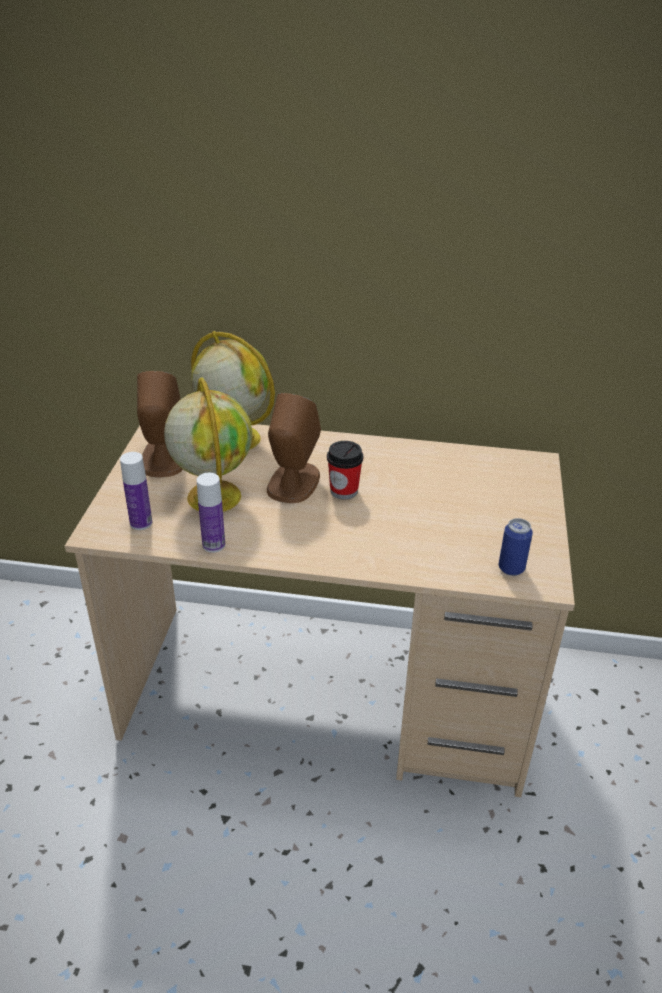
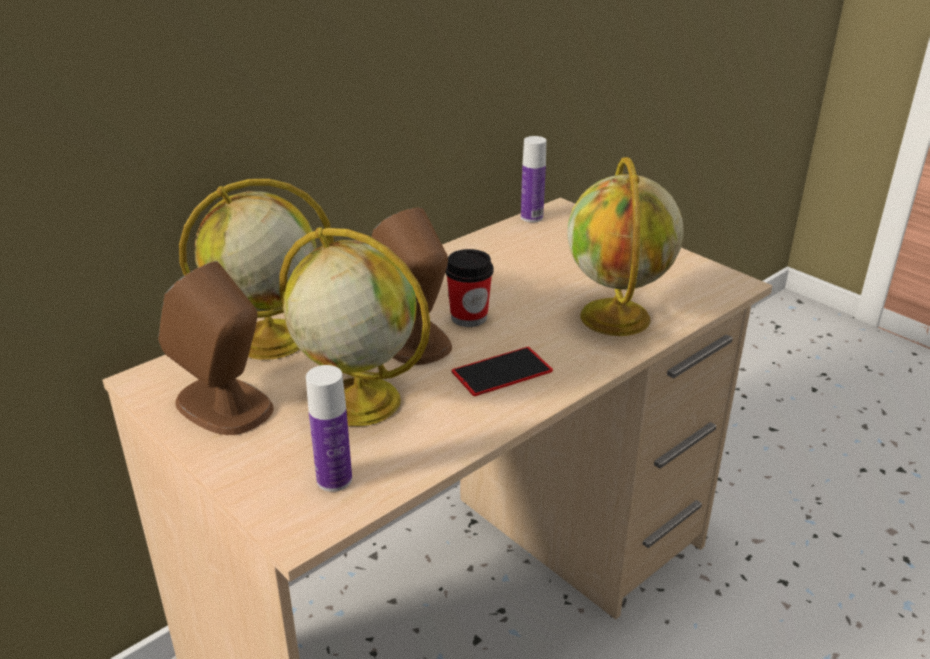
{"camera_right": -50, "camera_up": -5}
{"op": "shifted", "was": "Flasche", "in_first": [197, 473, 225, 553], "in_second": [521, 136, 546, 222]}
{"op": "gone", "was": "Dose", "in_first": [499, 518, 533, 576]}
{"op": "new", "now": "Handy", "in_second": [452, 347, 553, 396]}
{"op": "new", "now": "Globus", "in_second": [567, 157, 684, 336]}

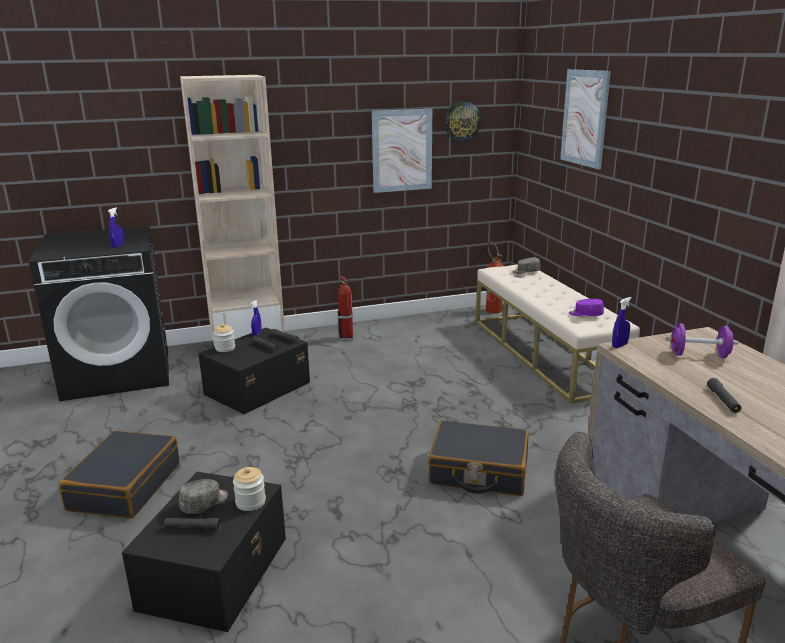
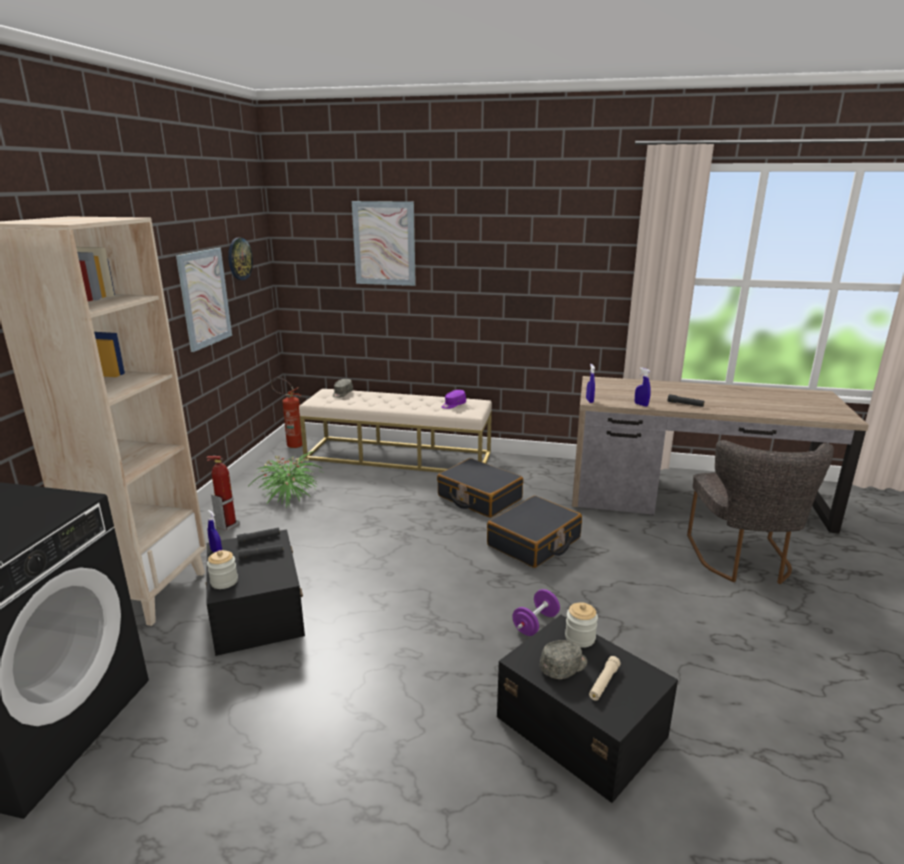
{"camera_right": -60, "camera_up": 0}
{"op": "shifted", "was": "Koffer (schwarz)", "in_first": [59, 431, 179, 519], "in_second": [437, 458, 523, 518]}
{"op": "shifted", "was": "Sprühflasche (blau)", "in_first": [108, 207, 124, 248], "in_second": [635, 367, 651, 407]}
{"op": "repainted", "was": "Taschenlampe (schwarz)", "now": "Taschenlampe (beige)", "in_first": [164, 518, 221, 531], "in_second": [589, 656, 621, 701]}
{"op": "rotated", "was": "Kappe (grau)", "in_first": [179, 479, 228, 514], "in_second": [540, 640, 587, 679], "clockwise": 75}
{"op": "shifted", "was": "Hantel (lila)", "in_first": [666, 323, 739, 358], "in_second": [512, 589, 560, 636]}
{"op": "new", "now": "Topfpflanze", "in_second": [253, 451, 323, 508]}

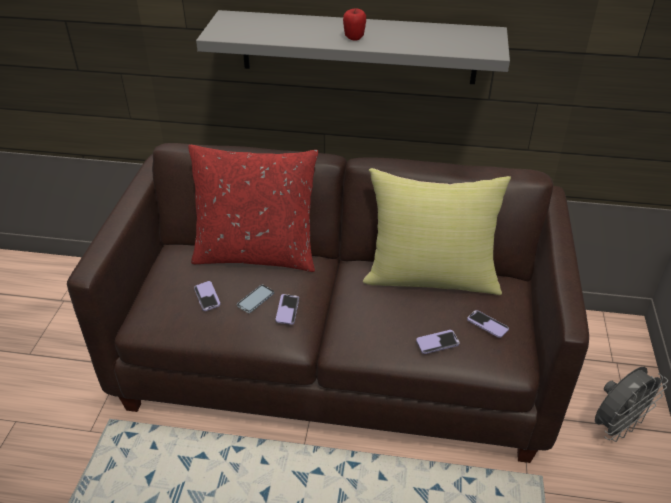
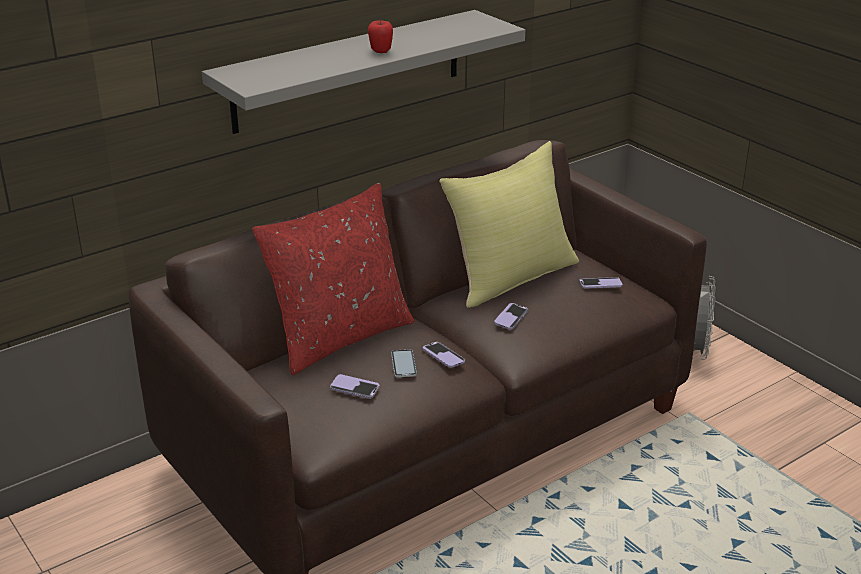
{"camera_right": -45, "camera_up": -10}
{"op": "shifted", "was": "Handy", "in_first": [416, 330, 460, 354], "in_second": [494, 303, 528, 330]}

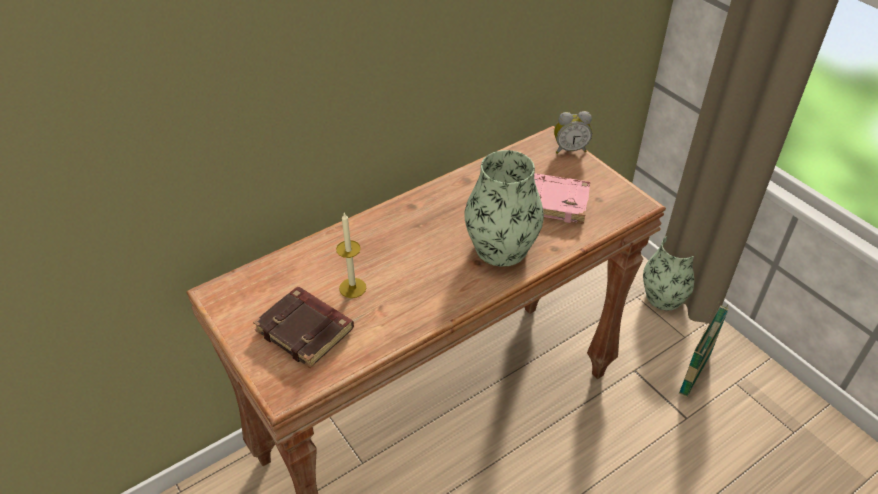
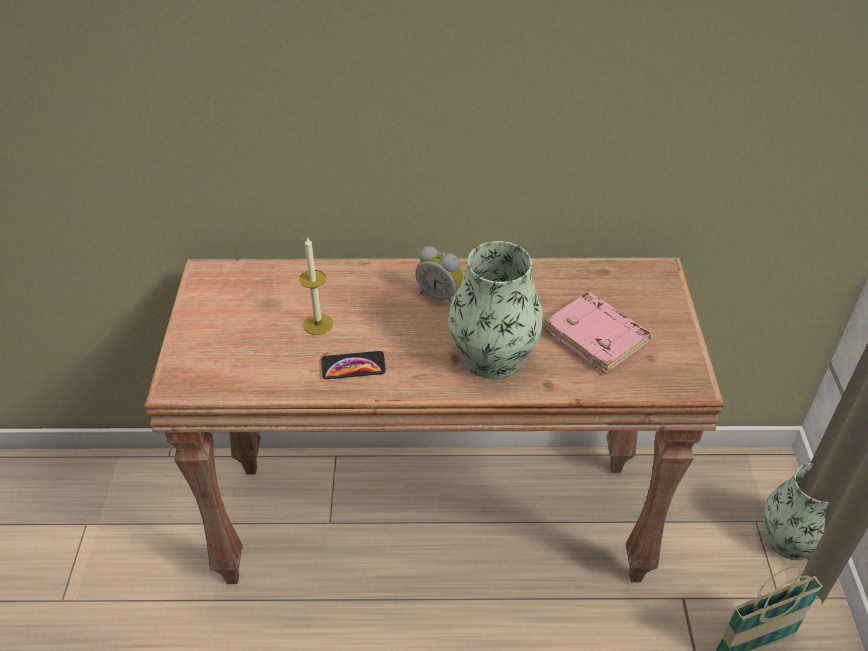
{"camera_right": 35, "camera_up": 0}
{"op": "gone", "was": "Buch (braun)", "in_first": [253, 287, 354, 368]}
{"op": "shifted", "was": "Wecker", "in_first": [554, 111, 592, 154], "in_second": [415, 246, 464, 303]}
{"op": "new", "now": "Handy", "in_second": [321, 351, 386, 379]}

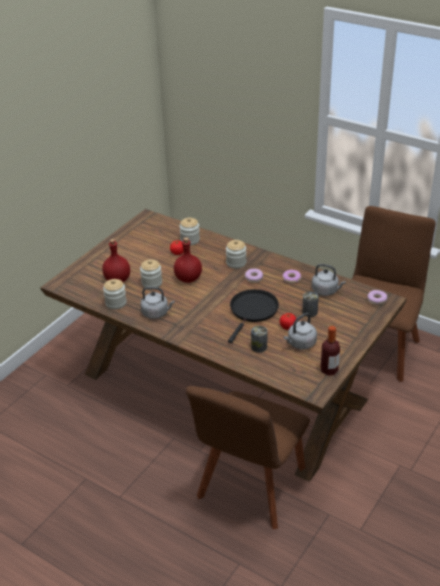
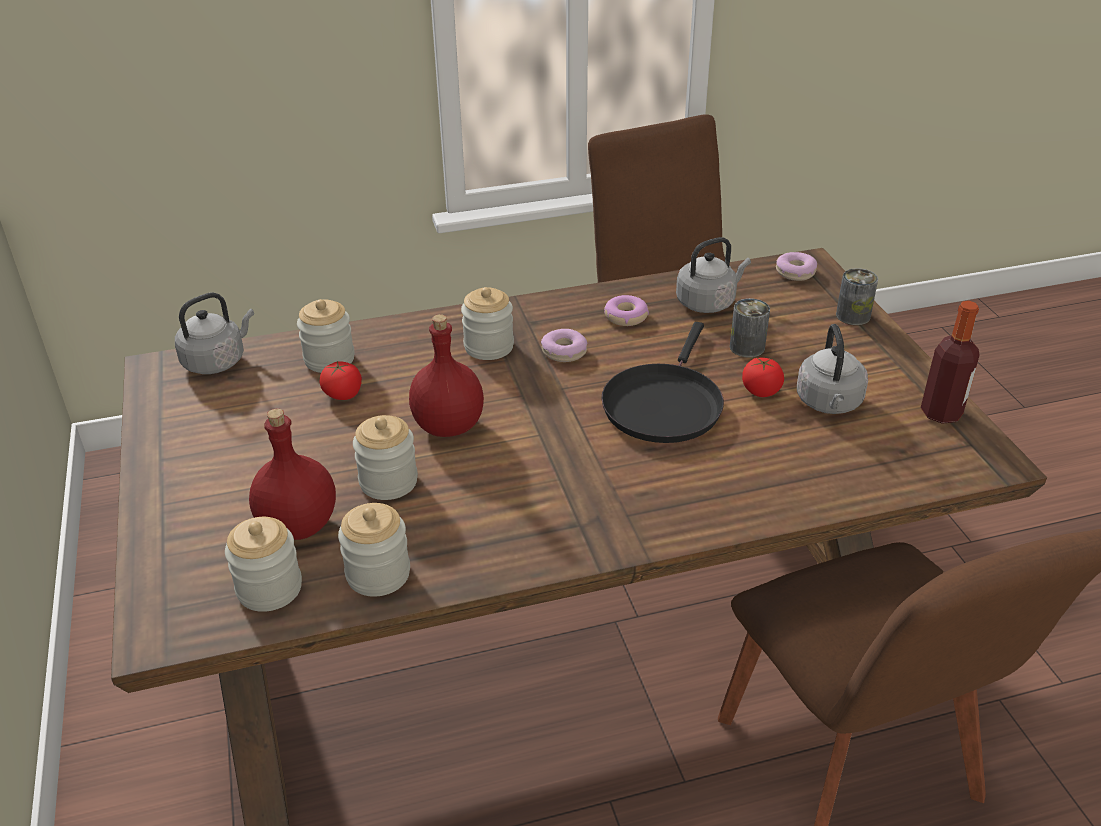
{"camera_right": -50, "camera_up": 0}
{"op": "shifted", "was": "Wasserkessel (grau)", "in_first": [141, 287, 175, 319], "in_second": [175, 293, 254, 374]}
{"op": "rotated", "was": "Pfanne (schwarz)", "in_first": [228, 289, 279, 343], "in_second": [601, 322, 724, 443], "clockwise": -135}
{"op": "shifted", "was": "Dose", "in_first": [251, 326, 267, 353], "in_second": [836, 268, 878, 325]}
{"op": "new", "now": "Vorratsglas", "in_second": [225, 517, 302, 612]}

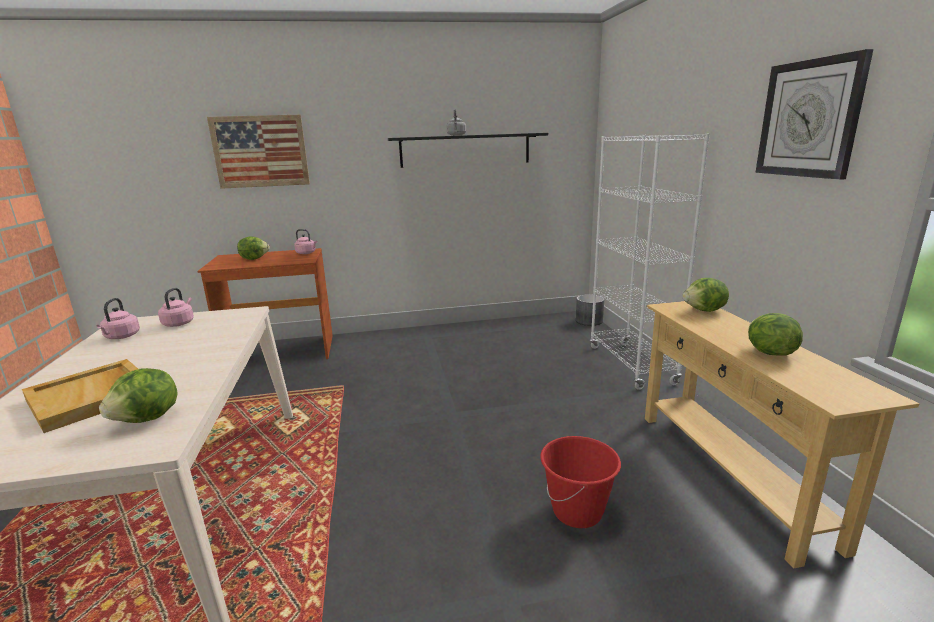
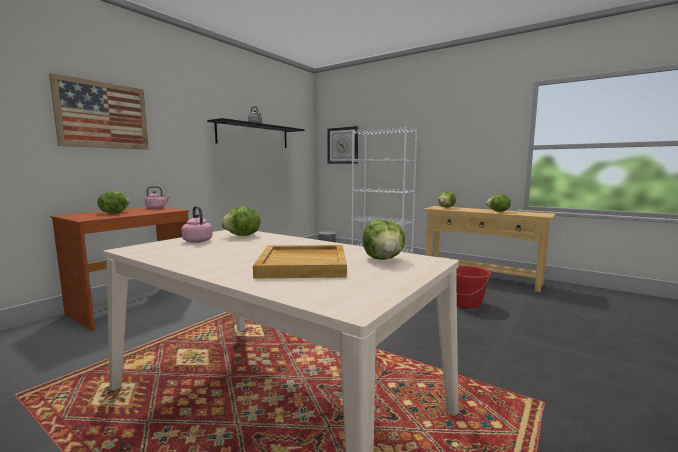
{"camera_right": -45, "camera_up": -10}
{"op": "gone", "was": "Wasserkessel (rosa)", "in_first": [96, 298, 140, 339]}
{"op": "shifted", "was": "Wanduhr", "in_first": [755, 49, 873, 180], "in_second": [327, 126, 358, 164]}
{"op": "new", "now": "Salatkopf", "in_second": [220, 206, 260, 236]}

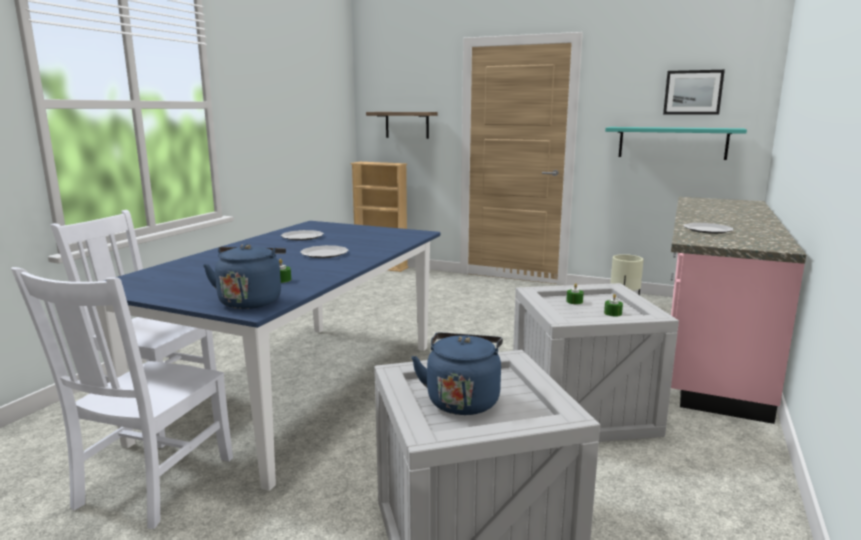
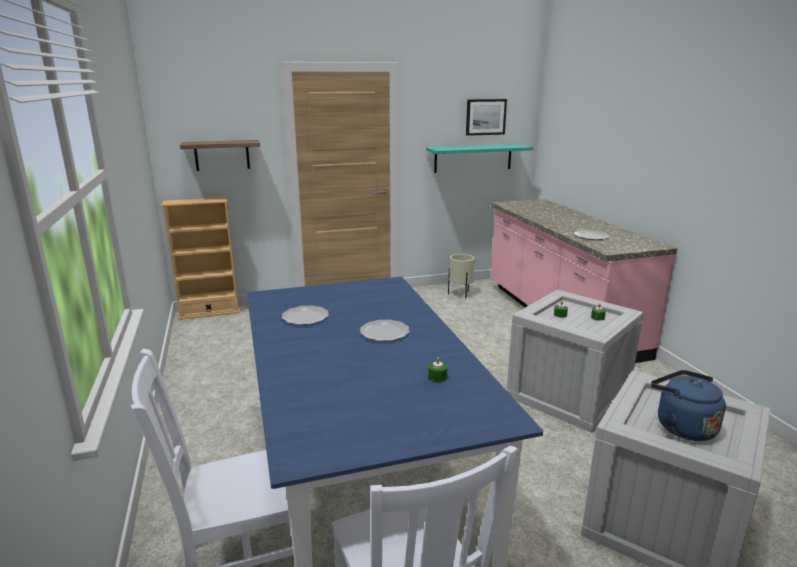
{"camera_right": -40, "camera_up": 5}
{"op": "gone", "was": "Wasserkessel (blau)", "in_first": [203, 244, 286, 309]}

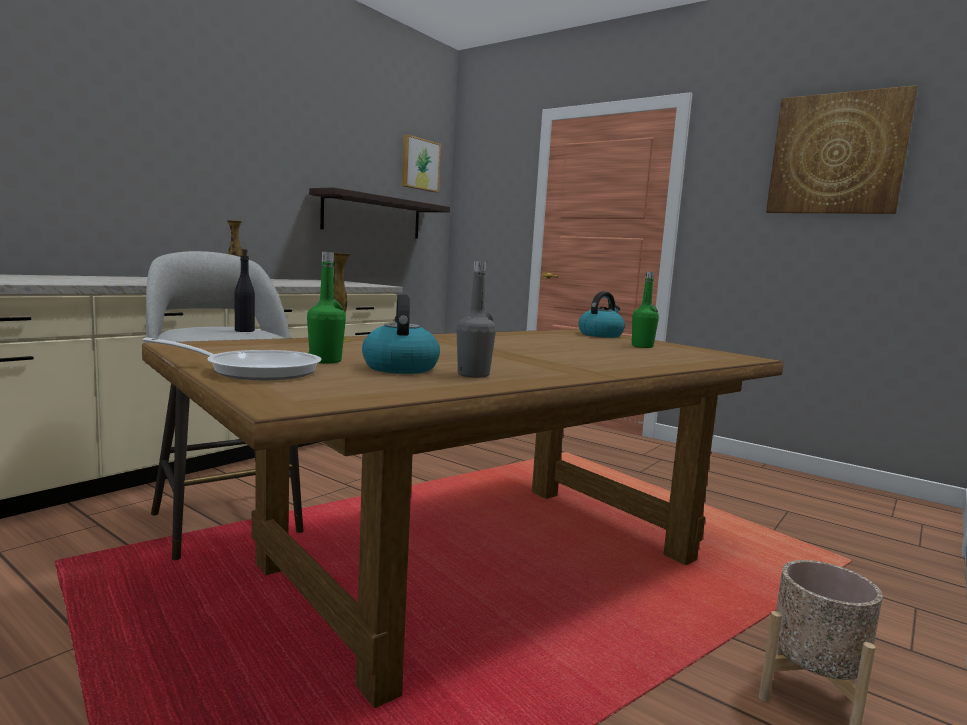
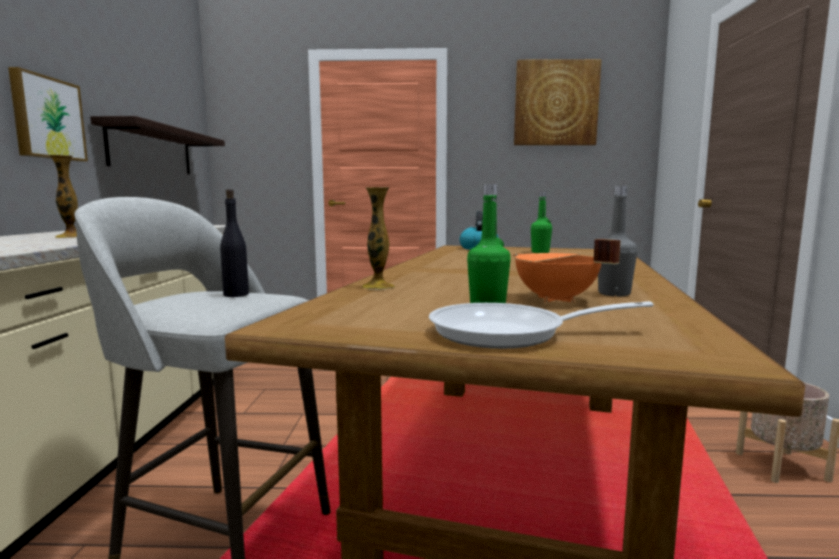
{"camera_right": -35, "camera_up": 0}
{"op": "rotated", "was": "Pfanne", "in_first": [143, 337, 321, 380], "in_second": [429, 301, 654, 349], "clockwise": -150}
{"op": "swapped", "was": "Wasserkessel", "now": "Kochtopf (orange)", "in_first": [362, 294, 440, 374], "in_second": [513, 239, 621, 303]}
{"op": "shifted", "was": "Bild", "in_first": [402, 134, 441, 192], "in_second": [8, 67, 88, 162]}

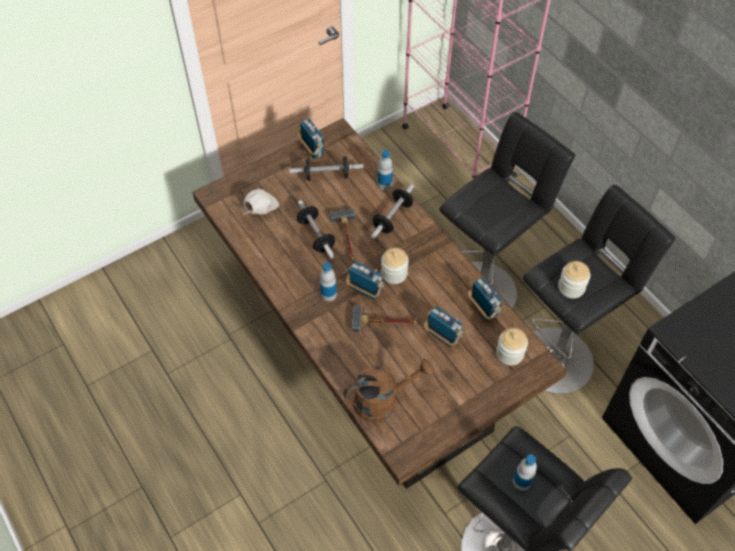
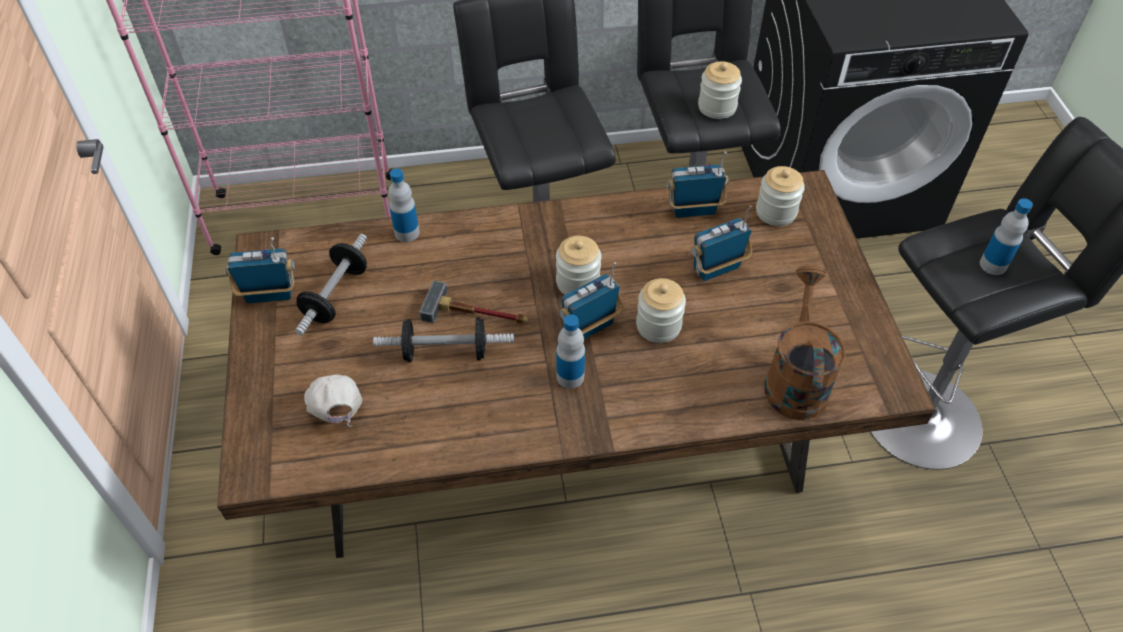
{"camera_right": -65, "camera_up": -5}
{"op": "swapped", "was": "Hammer", "now": "Vorratsglas", "in_first": [352, 305, 417, 332], "in_second": [636, 278, 686, 343]}
{"op": "gone", "was": "Hantel", "in_first": [371, 184, 414, 239]}

